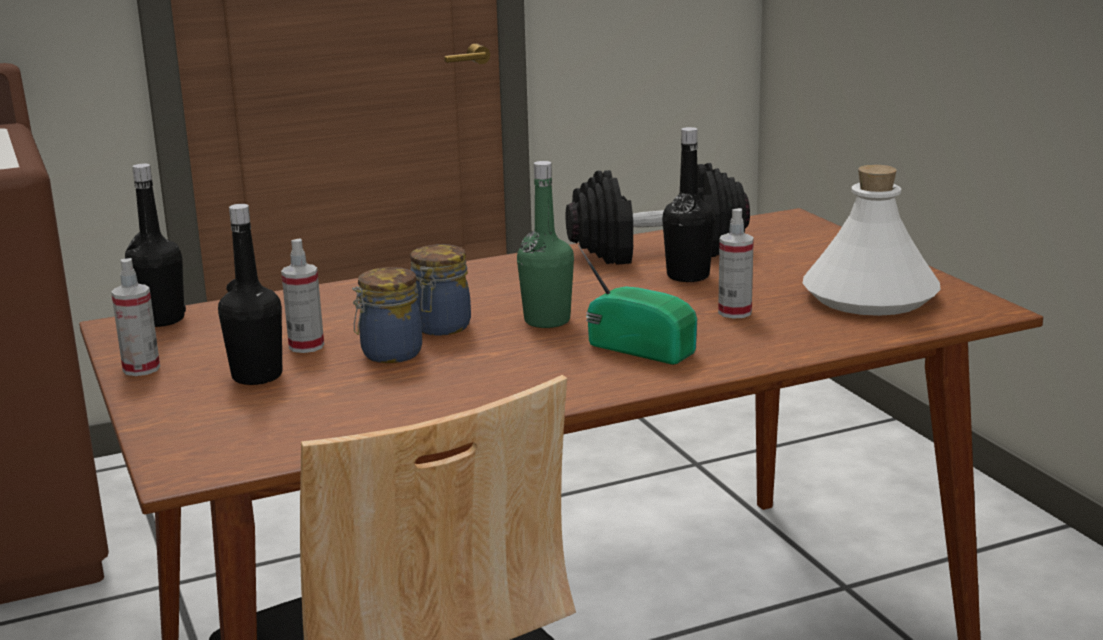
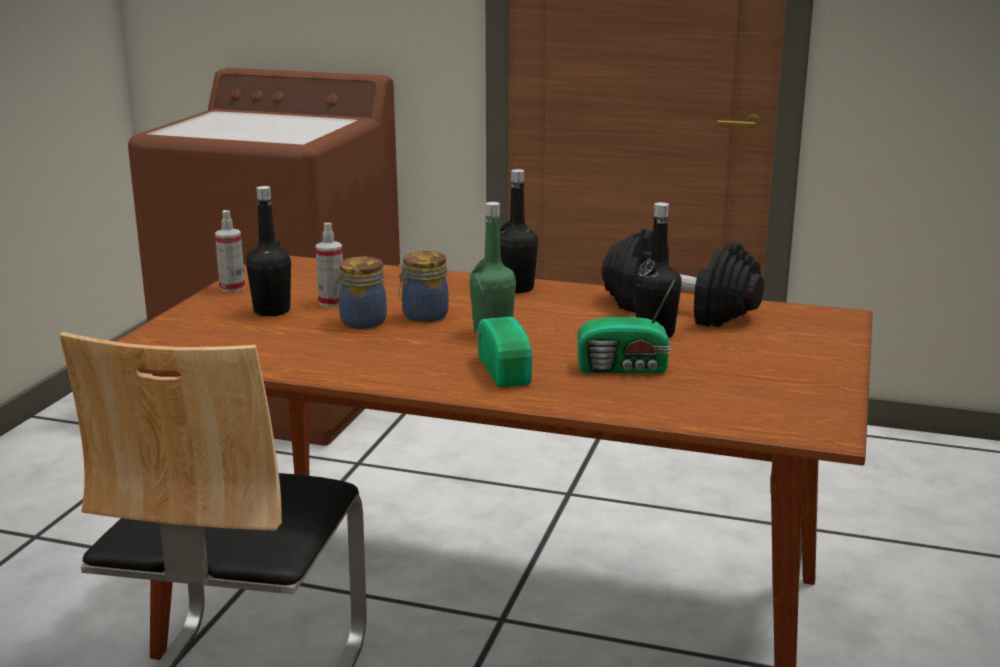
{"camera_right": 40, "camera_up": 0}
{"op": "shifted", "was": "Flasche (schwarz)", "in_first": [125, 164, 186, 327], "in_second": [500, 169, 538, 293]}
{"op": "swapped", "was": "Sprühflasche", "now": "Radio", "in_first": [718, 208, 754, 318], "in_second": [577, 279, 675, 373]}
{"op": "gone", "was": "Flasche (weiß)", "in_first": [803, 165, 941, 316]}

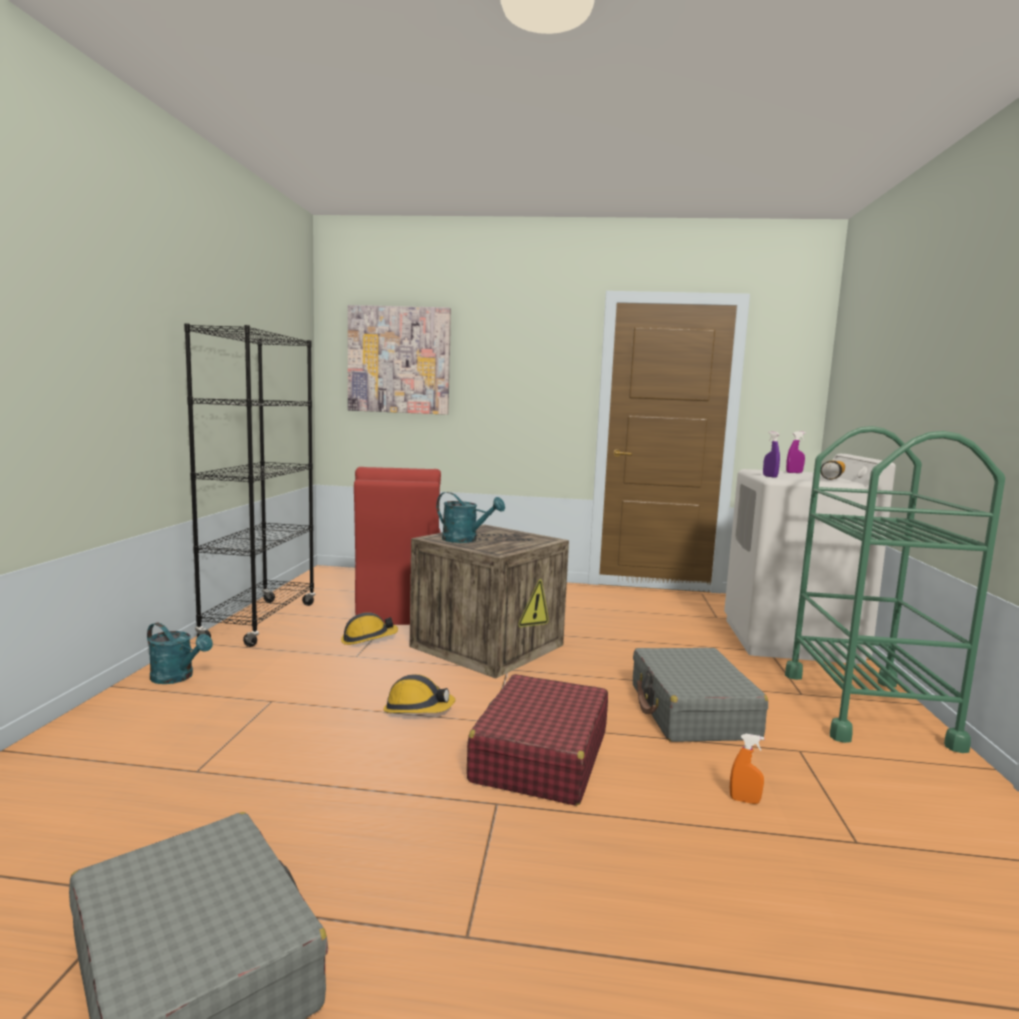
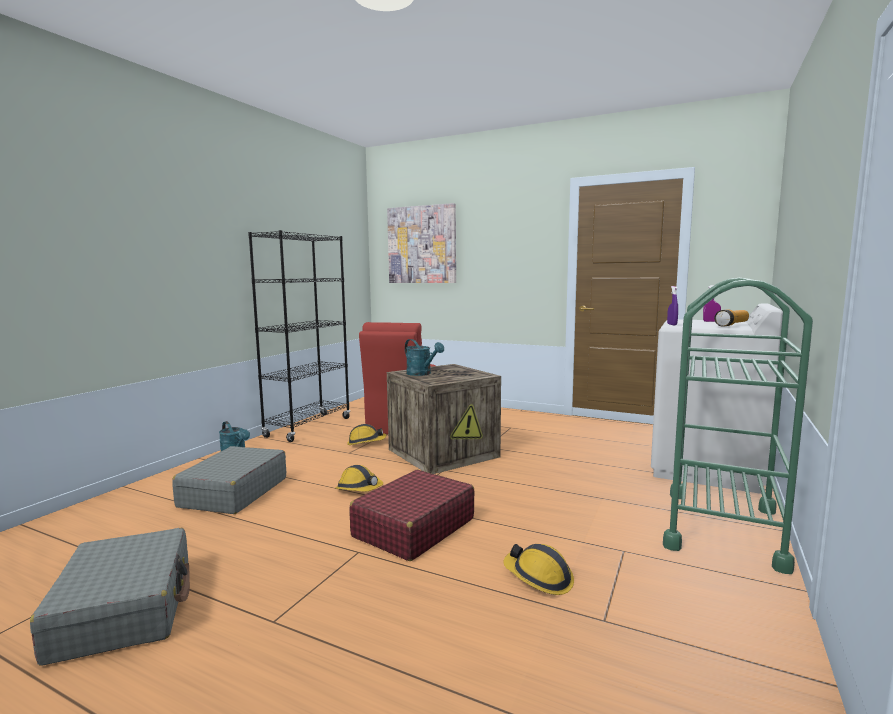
{"camera_right": 20, "camera_up": 0}
{"op": "shifted", "was": "Koffer (grau)", "in_first": [633, 648, 768, 742], "in_second": [172, 446, 286, 514]}
{"op": "swapped", "was": "Sprühflasche (orange)", "now": "Schutzhelm", "in_first": [730, 734, 764, 804], "in_second": [503, 544, 574, 595]}

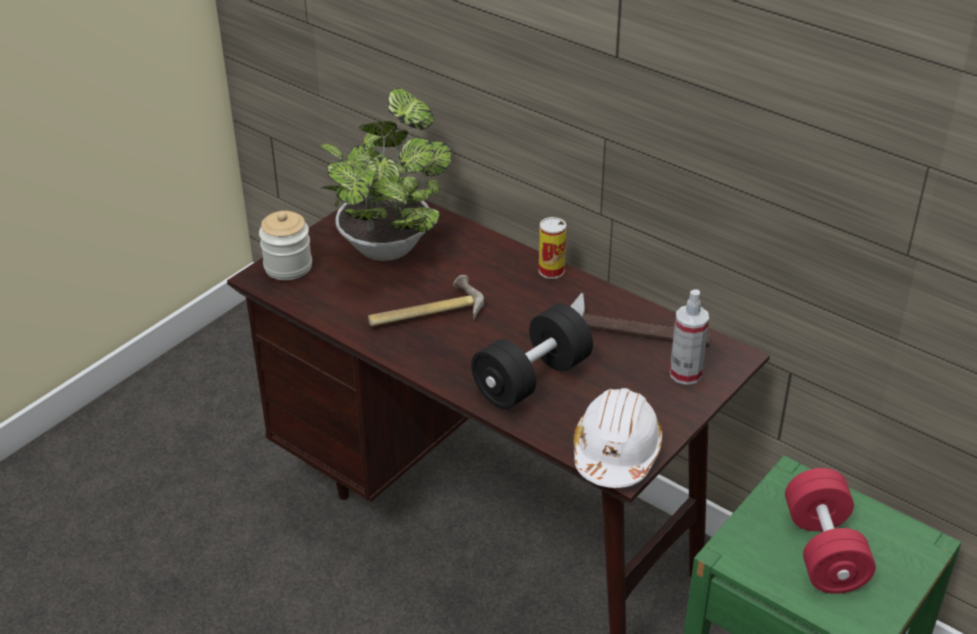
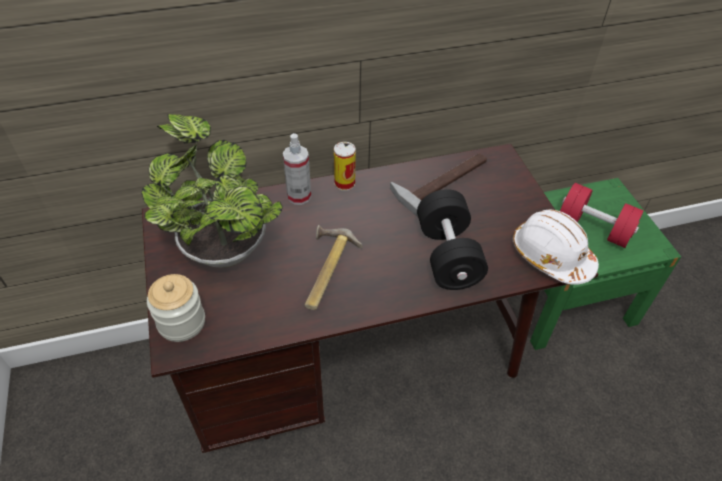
{"camera_right": -55, "camera_up": 10}
{"op": "shifted", "was": "Sprühflasche", "in_first": [670, 289, 709, 385], "in_second": [283, 133, 311, 205]}

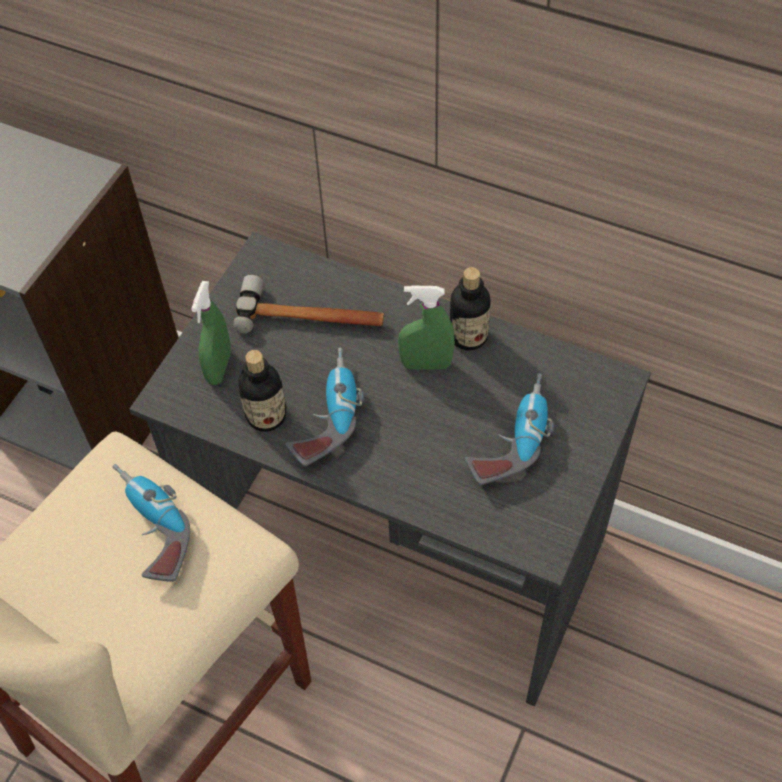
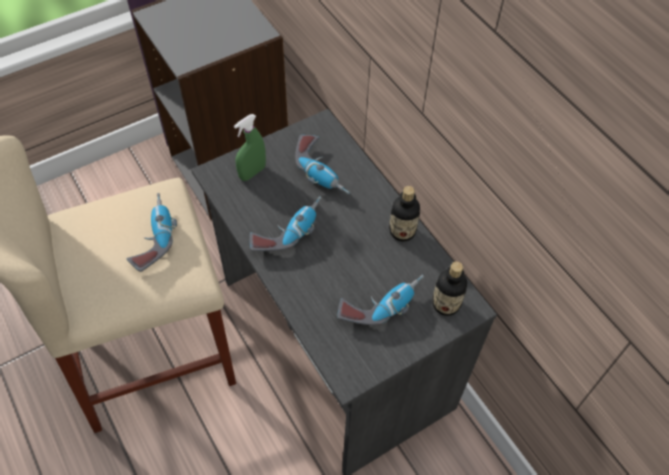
{"camera_right": 30, "camera_up": 0}
{"op": "swapped", "was": "Hammer", "now": "Bohrmaschine", "in_first": [233, 275, 384, 333], "in_second": [295, 135, 350, 194]}
{"op": "shifted", "was": "Flasche", "in_first": [238, 350, 286, 432], "in_second": [432, 262, 467, 316]}
{"op": "gone", "was": "Sprühflasche (grün)", "in_first": [398, 286, 455, 370]}

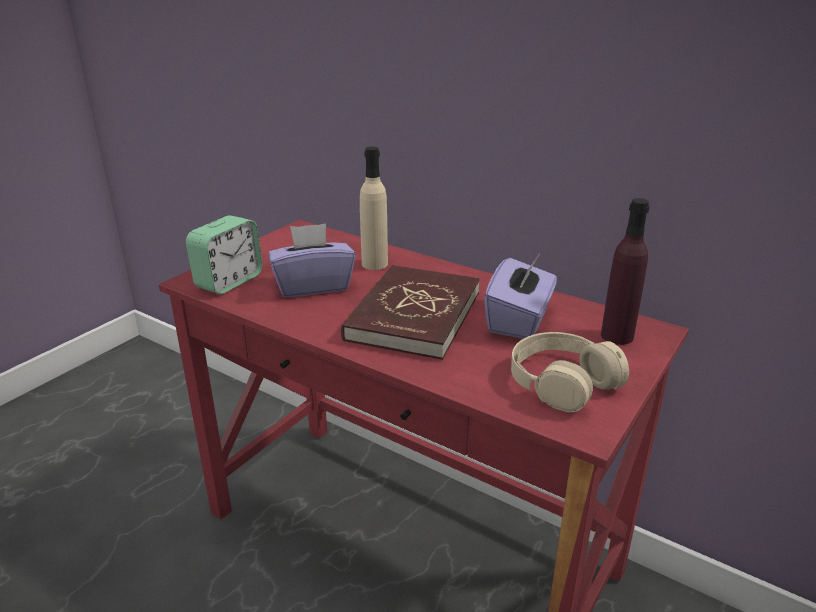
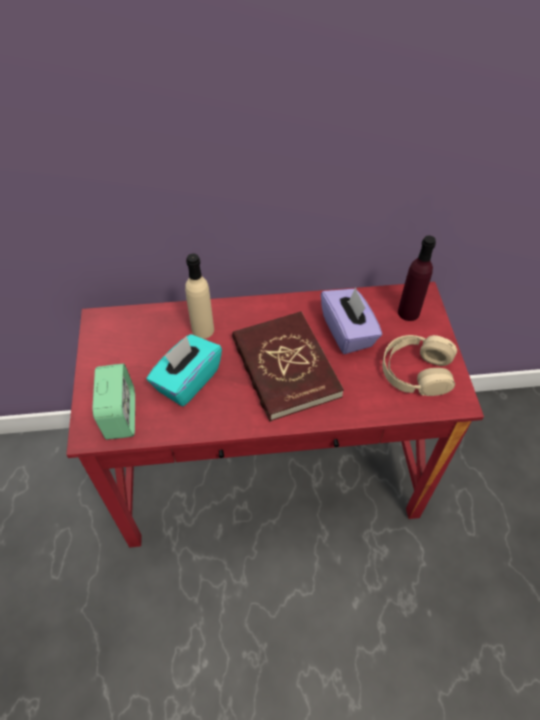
{"camera_right": -40, "camera_up": 25}
{"op": "repainted", "was": "Taschentuchbox (lila)", "now": "Taschentuchbox (türkis)", "in_first": [268, 223, 355, 297], "in_second": [147, 334, 222, 406]}

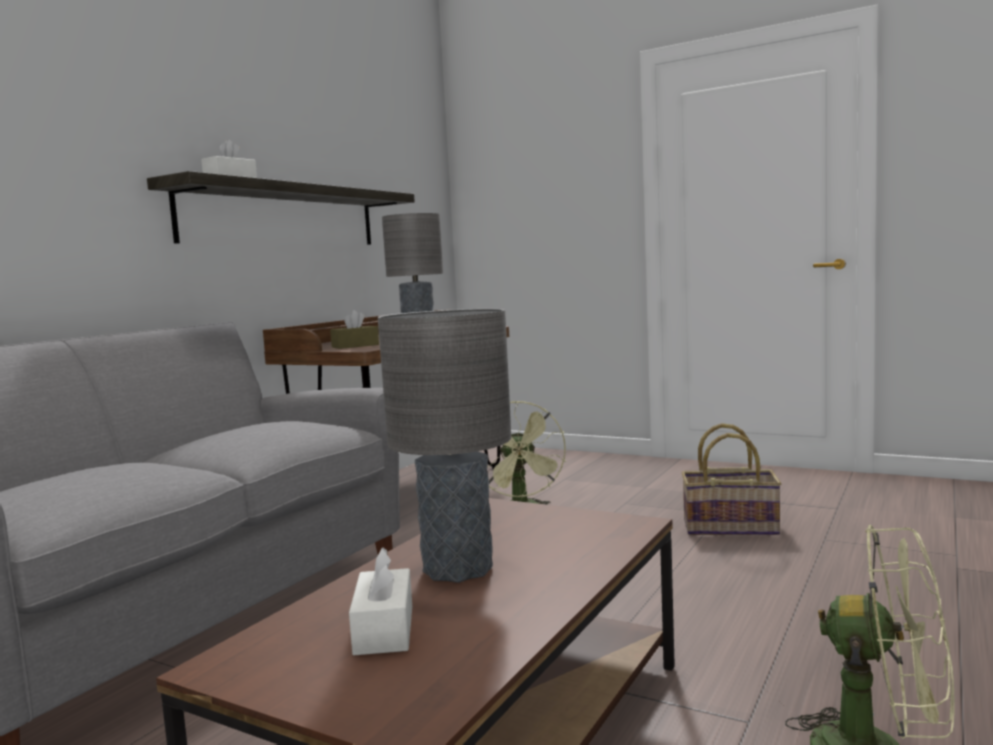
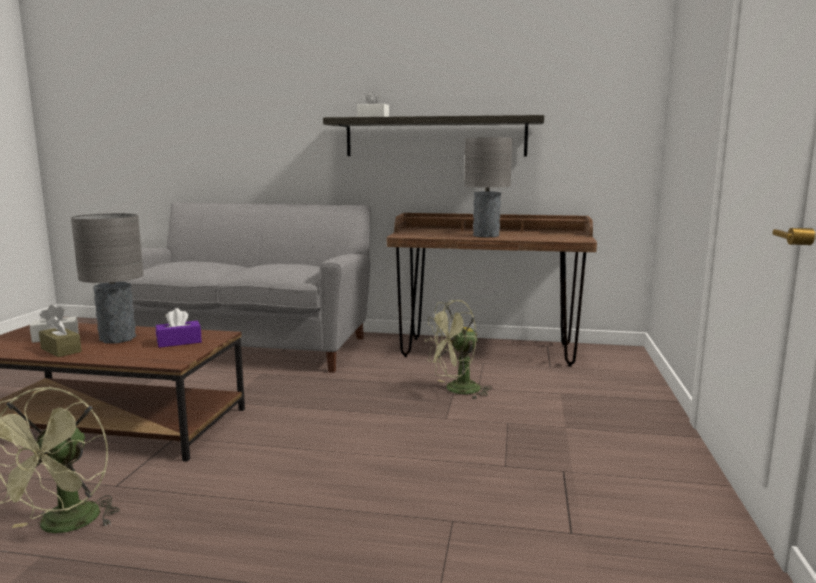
{"camera_right": 70, "camera_up": 5}
{"op": "shifted", "was": "Taschentuchbox (braun)", "in_first": [330, 310, 379, 349], "in_second": [39, 316, 82, 357]}
{"op": "gone", "was": "Korb", "in_first": [682, 423, 781, 535]}
{"op": "new", "now": "Taschentuchbox (lila)", "in_second": [156, 308, 202, 348]}

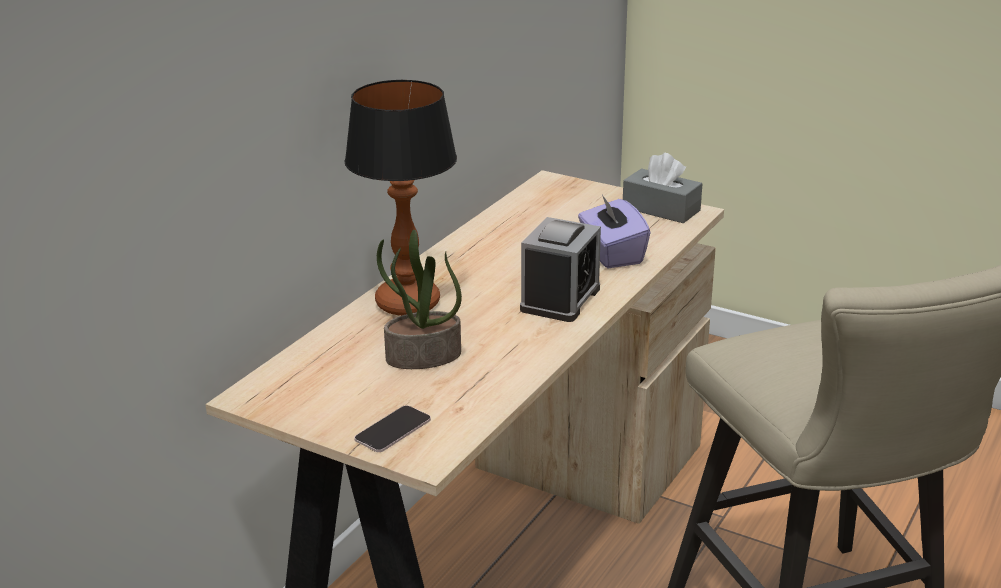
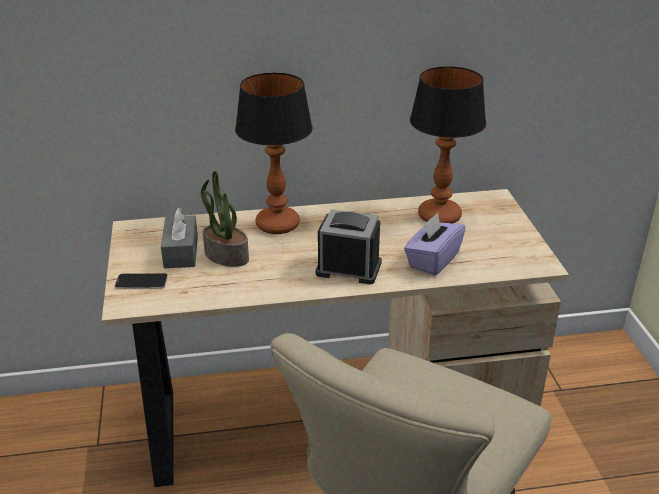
{"camera_right": 50, "camera_up": 5}
{"op": "rotated", "was": "Wecker", "in_first": [520, 217, 601, 322], "in_second": [315, 209, 382, 284], "clockwise": -150}
{"op": "shifted", "was": "Taschentuchbox (grau)", "in_first": [623, 153, 702, 223], "in_second": [161, 207, 198, 268]}
{"op": "new", "now": "Tischlampe", "in_second": [410, 66, 486, 223]}

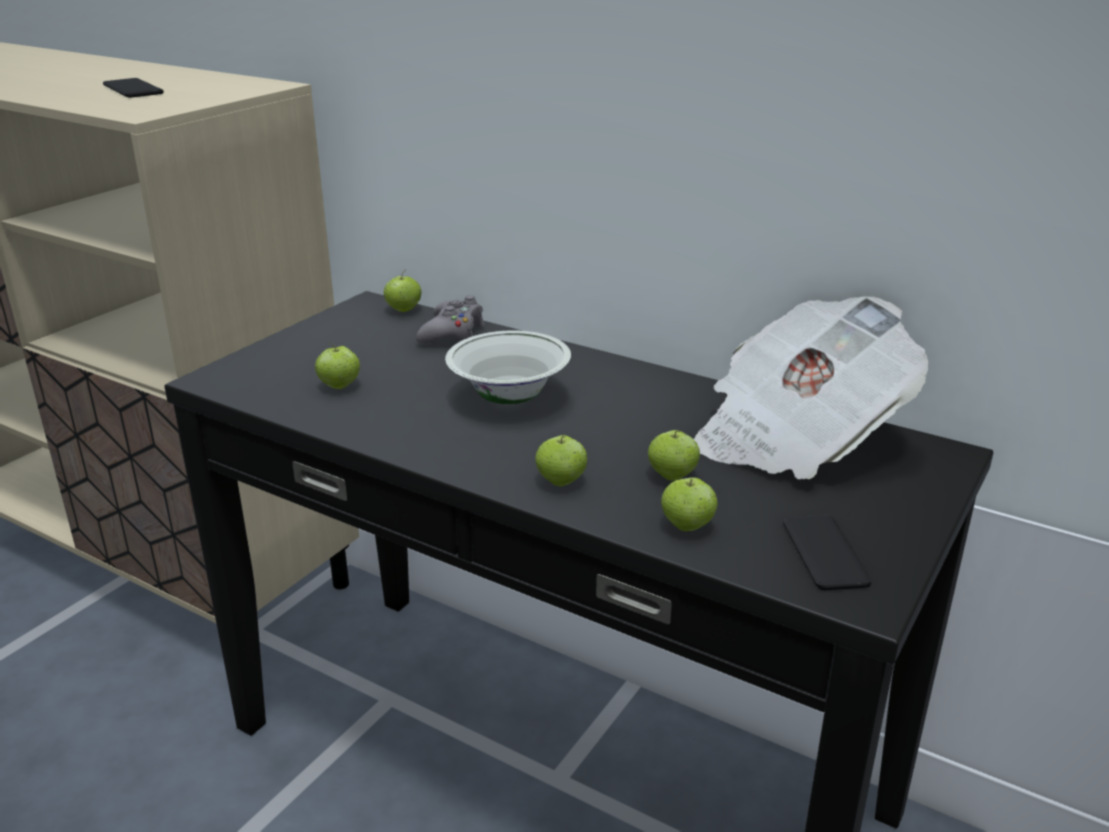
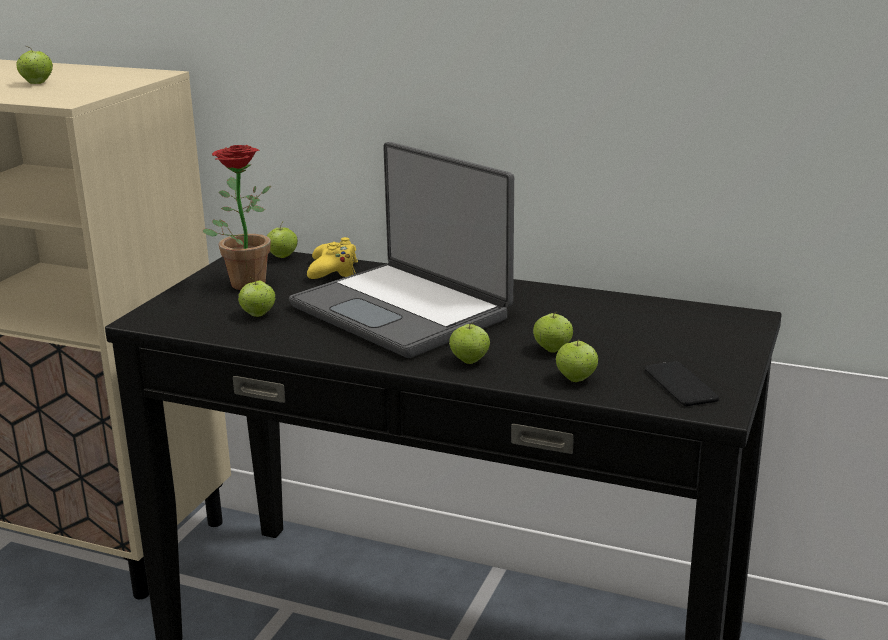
{"camera_right": -10, "camera_up": -5}
{"op": "swapped", "was": "Handy", "now": "Apfel", "in_first": [103, 78, 164, 98], "in_second": [17, 46, 53, 84]}
{"op": "repainted", "was": "Gamepad (grau)", "now": "Gamepad (gelb)", "in_first": [416, 295, 485, 344], "in_second": [307, 237, 358, 279]}
{"op": "swapped", "was": "Schüssel (weiß)", "now": "Laptop", "in_first": [445, 330, 571, 404], "in_second": [289, 142, 514, 358]}
{"op": "gone", "was": "Zeitung", "in_first": [694, 296, 928, 479]}
{"op": "new", "now": "Topfpflanze", "in_second": [203, 145, 271, 290]}

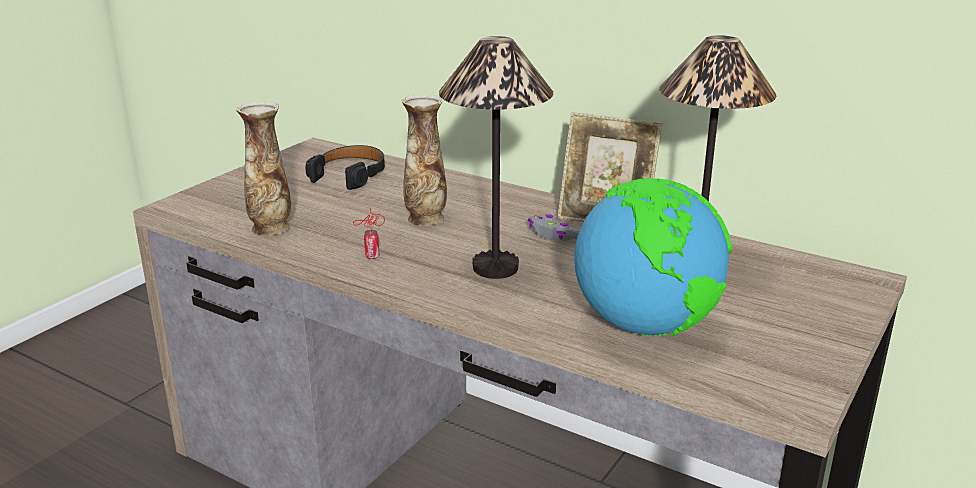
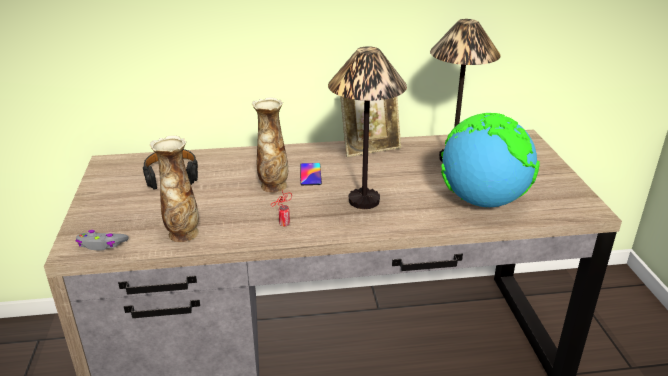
{"camera_right": -40, "camera_up": 5}
{"op": "shifted", "was": "Gamepad (grau)", "in_first": [528, 214, 580, 241], "in_second": [76, 230, 129, 250]}
{"op": "new", "now": "Handy", "in_second": [300, 163, 322, 185]}

